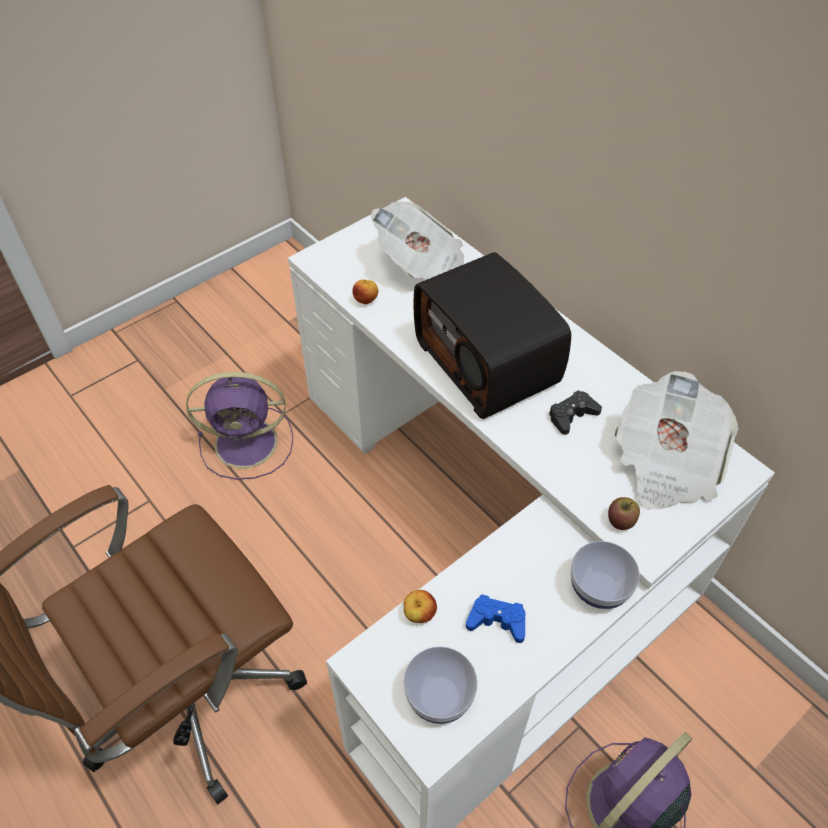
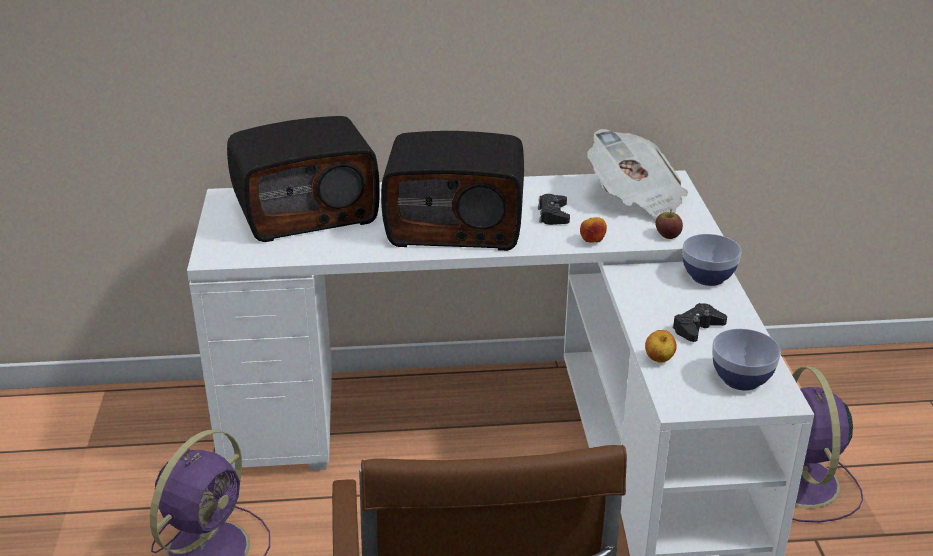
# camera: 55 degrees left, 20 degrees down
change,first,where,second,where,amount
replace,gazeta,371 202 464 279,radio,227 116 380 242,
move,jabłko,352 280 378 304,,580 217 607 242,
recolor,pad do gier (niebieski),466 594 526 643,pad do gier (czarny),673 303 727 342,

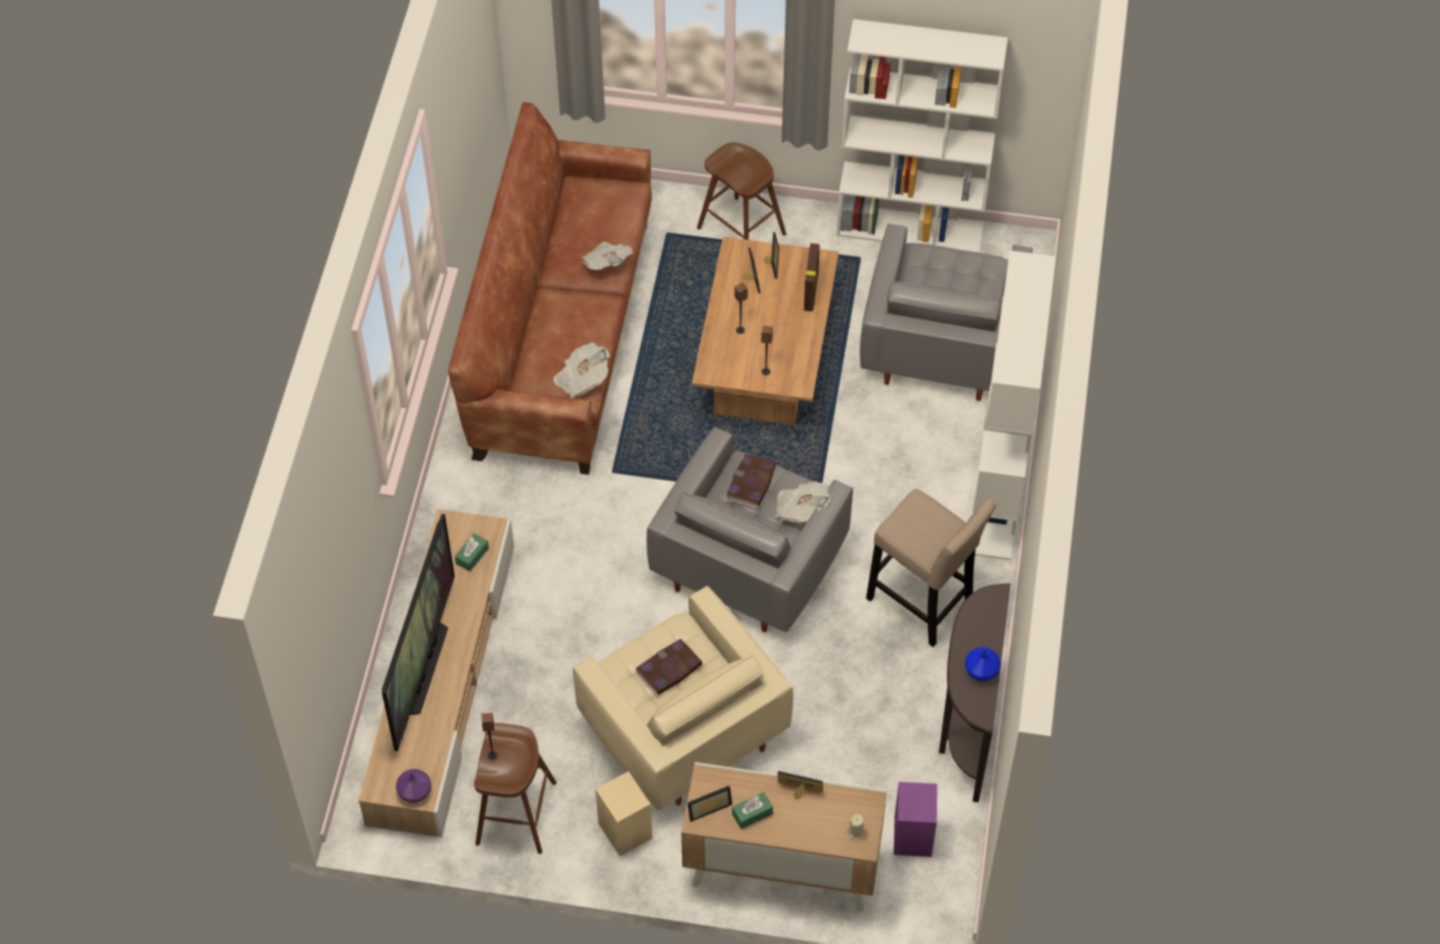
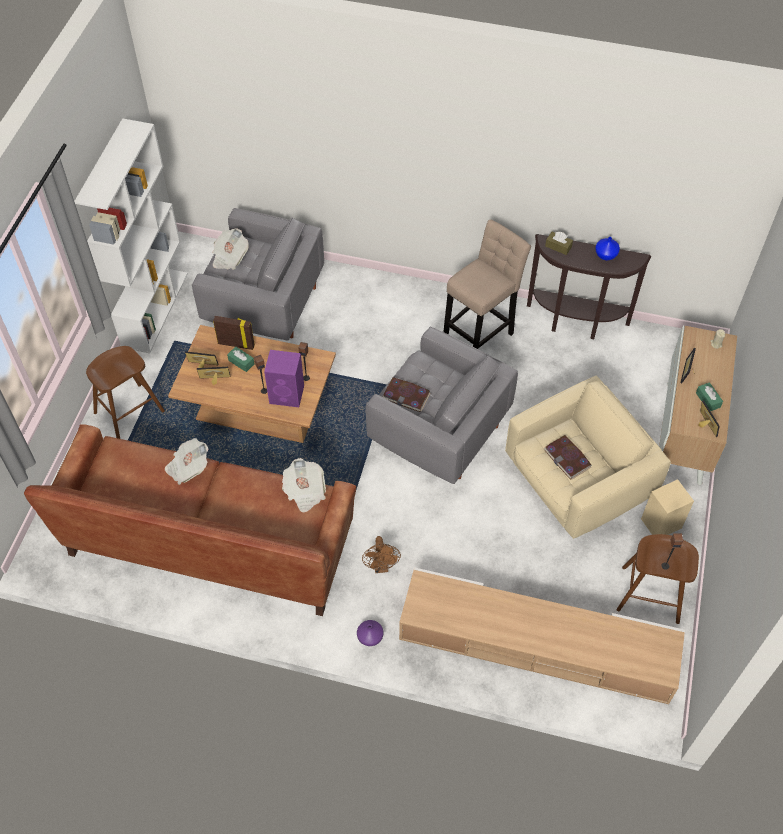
# camera: 85 degrees left, 0 degrees up
change,first,where,second,where,amount
delete,regał (biały),972 251 1056 560,,,
move,gazeta,775 481 830 523,,212 228 249 270,
delete,telewizor,382 514 455 751,,,
move,pudełko chusteczek (zielony),455 533 489 572,,227 347 255 372,
move,wazon (fioletowy),396 769 431 803,,357 620 383 646,
move,głośnik (fioletowy),894 782 937 857,,264 350 304 407,
insert,,,pudełko chusteczek (brązowy),545 232 573 255,
insert,,,wentylator (brązowy),362 536 401 573,

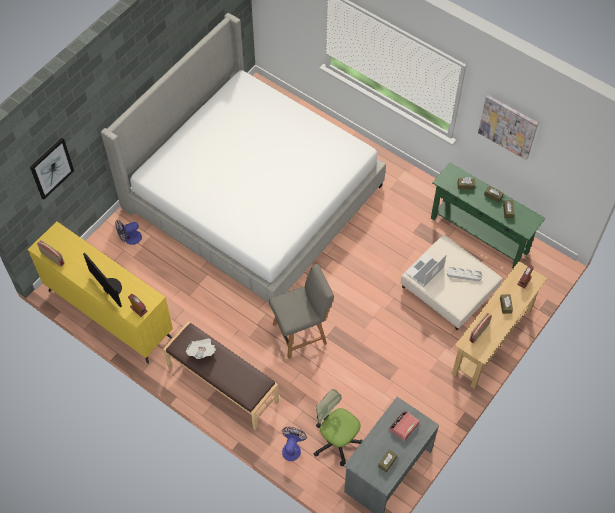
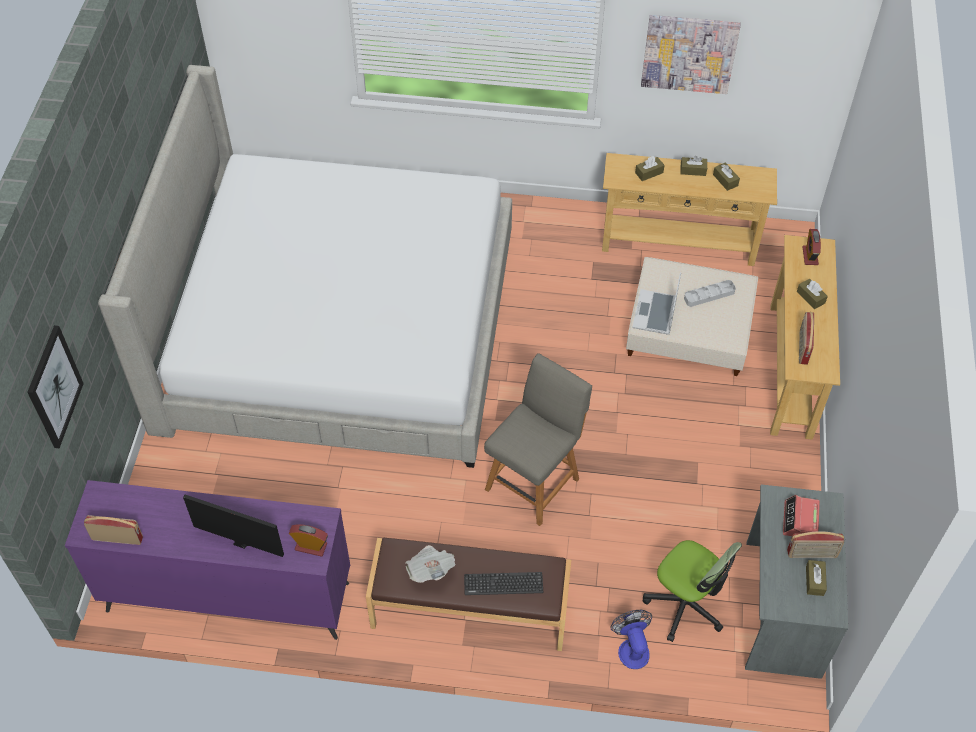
# camera: 30 degrees left, 5 degrees down
change,first,where,second,where,amount
recolor,stolik konsolowy (zielony),431 162 546 268,stolik konsolowy (beżowy),602 153 777 266,
delete,wentylator,115 220 142 245,,,
recolor,komoda (żółty),27 221 173 364,komoda (fioletowy),65 480 350 640,
rotate,krzesło biurowe,313 389 363 466,,642 540 742 642,150 degrees counterclockwise
insert,,,radio,787 531 844 558,
insert,,,klawiatura,464 572 543 595,

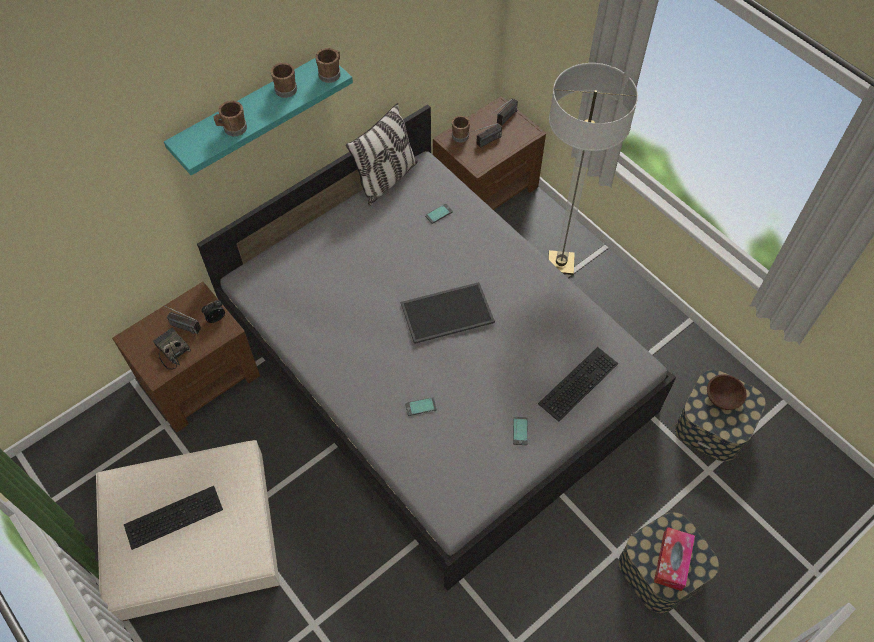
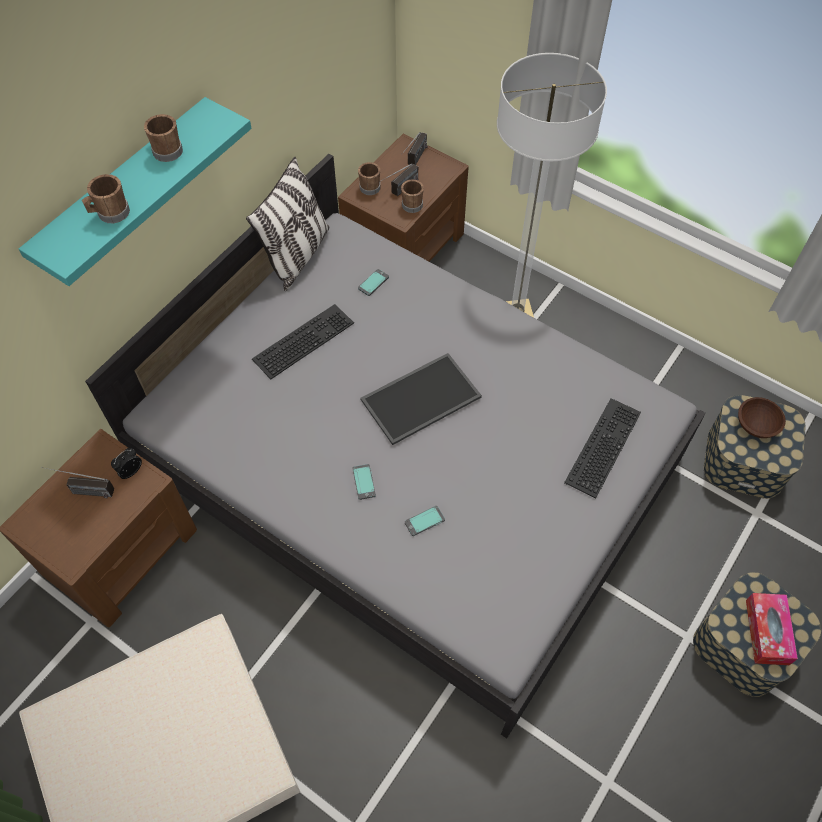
# camera: 15 degrees left, 0 degrees up
change,first,where,second,where,amount
move,kubek (brązowy),315 48 340 83,,401 180 424 213,
delete,radio,153 328 191 370,,,
move,telefon,513 417 528 445,,352 464 376 500,
move,klawiatura,124 486 223 550,,252 304 354 379,

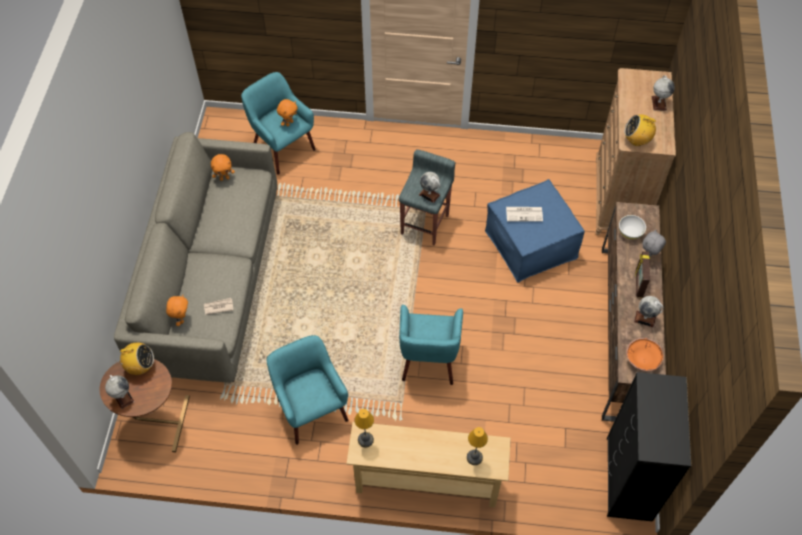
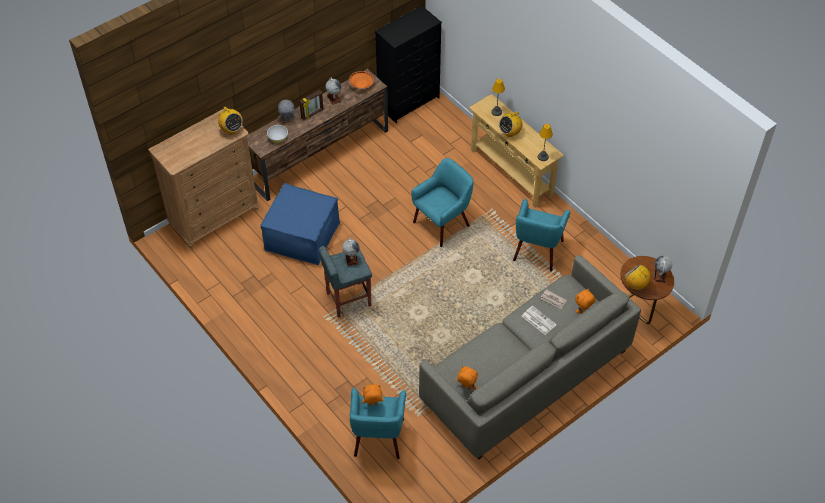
# camera: 135 degrees left, 5 degrees down
change,first,where,second,where,amount
delete,globus,652 75 675 111,,,
move,gazeta,506 207 543 222,,522 306 557 335,
insert,,,radio,499 112 522 137,

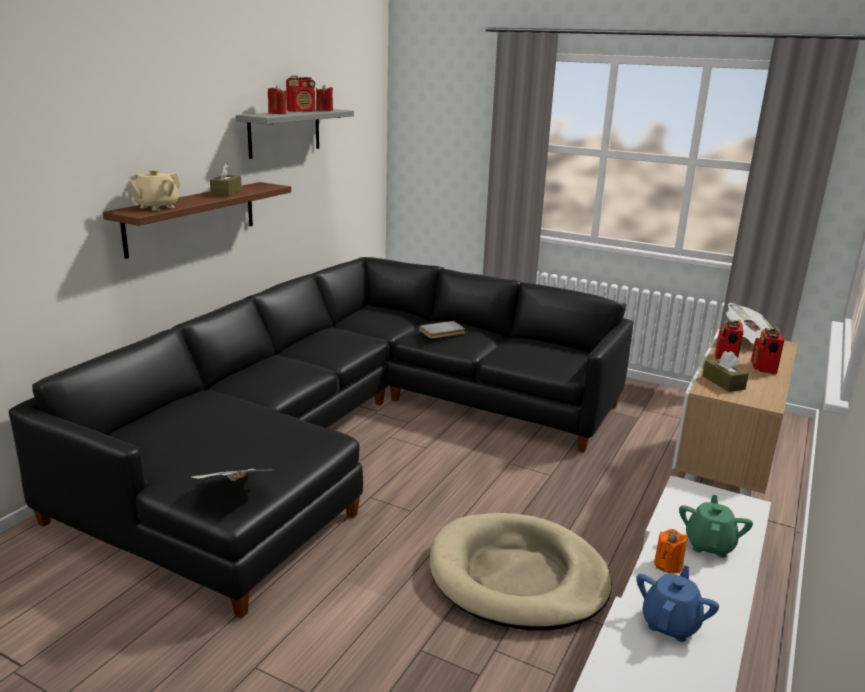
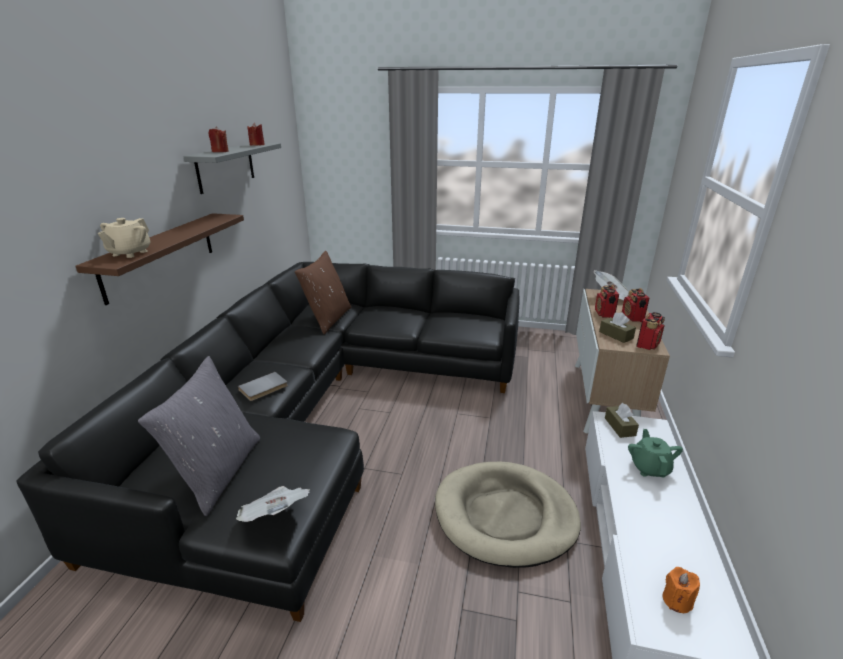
# camera: 15 degrees left, 5 degrees up
change,first,where,second,where,amount
move,radio,286 75 315 112,,636 312 665 350,
move,pudełko chusteczek (brązowy),210 163 242 197,,605 403 639 438,
move,książka (szary),419 321 465 339,,238 372 288 401,
move,świeca (pomarańczowy),654 529 688 574,,662 567 700 613,
delete,imbryk (niebieski),636 565 719 642,,,
insert,,,poduszka (brązowy),295 251 351 335,
insert,,,poduszka (szary),138 356 260 516,

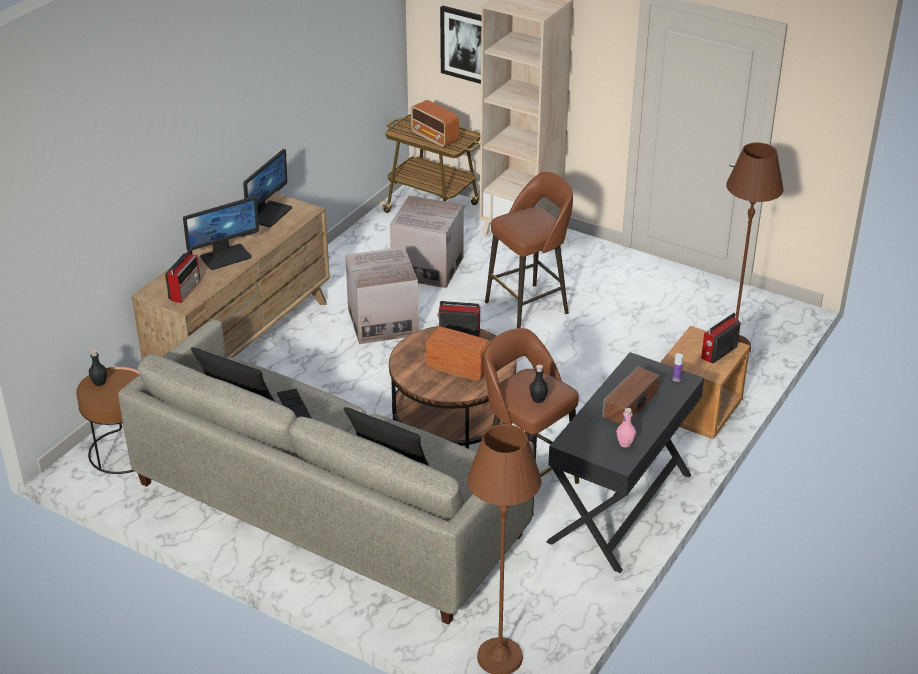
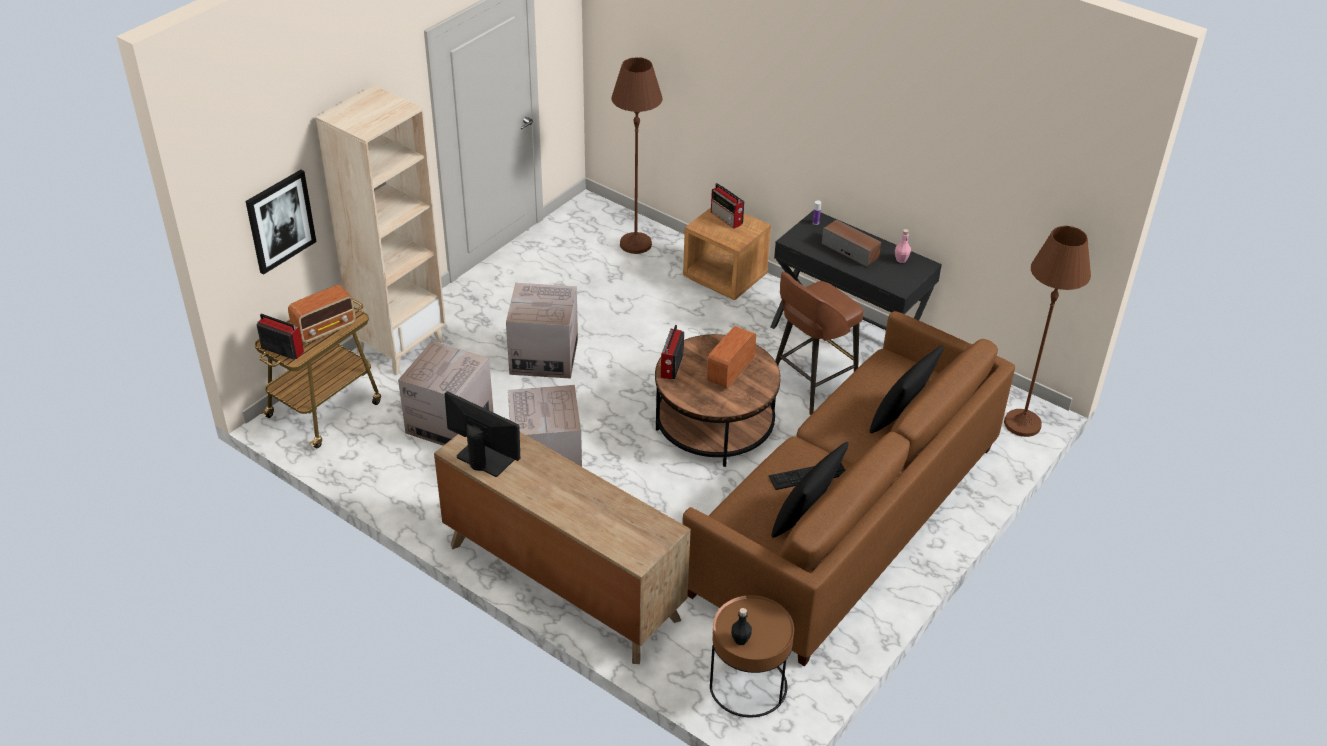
# camera: 85 degrees left, 5 degrees up
change,first,where,second,where,amount
replace,stołek (brązowy),485 172 573 328,karton,506 283 578 379,
delete,monitor,183 196 259 270,,,
move,radio,165 249 200 303,,257 313 304 360,
recolor,kanapa (szary),118 319 534 625,kanapa (brązowy),682 311 1015 666,
delete,butelka (czarny),529 365 548 403,,,

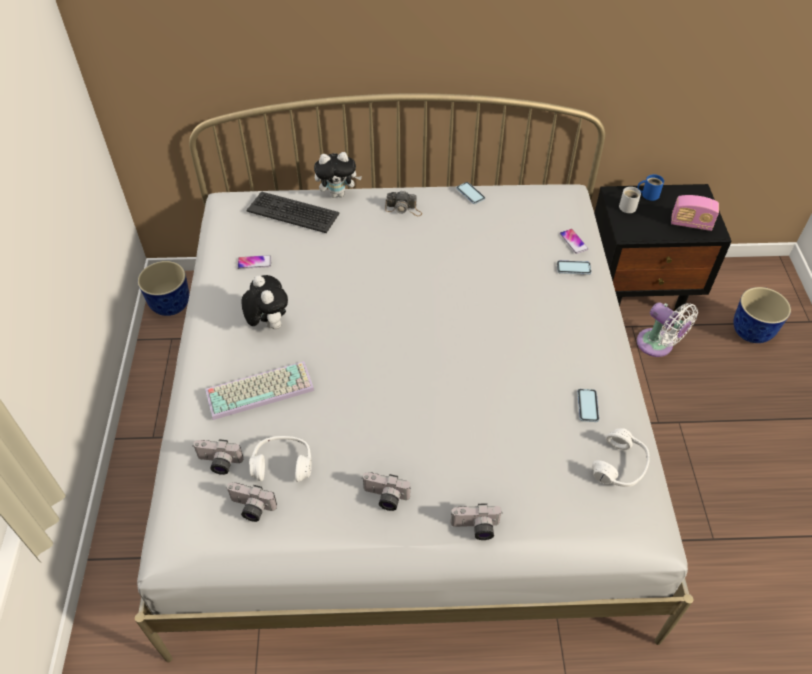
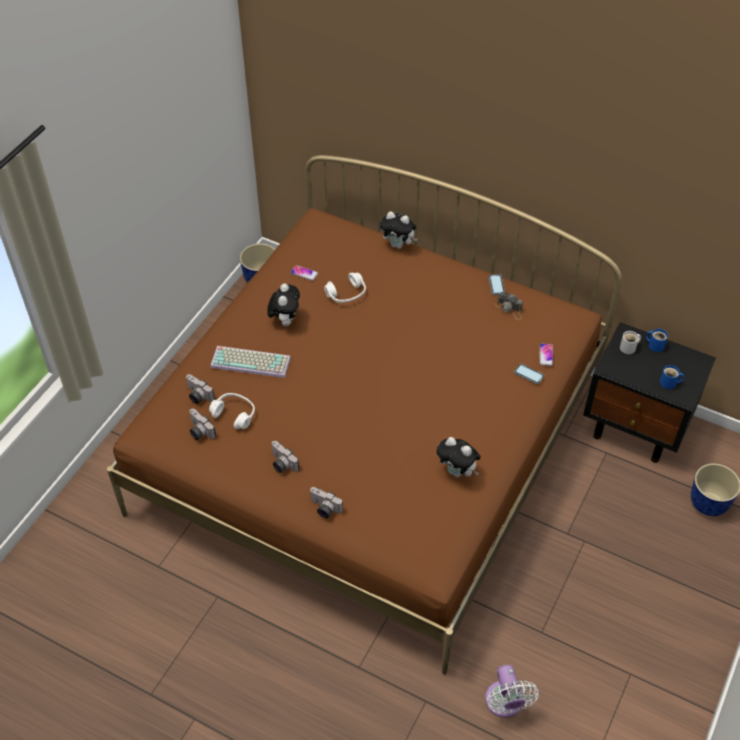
# camera: 30 degrees right, 0 degrees up
change,first,where,second,where,amount
recolor,łóżko (biały),135 93 694 662,łóżko (brązowy),107 155 622 675,
delete,klawiatura,246 191 340 233,,,
move,aparat fotograficzny,385 191 422 216,,495 292 523 320,
replace,radio,671 195 719 231,kubek (niebieski),660 365 684 389,
move,wentylator (biały),637 302 698 357,,485 665 539 718,
replace,telefon,577 389 599 422,pluszak,436 437 481 478,
move,słuchawki (biały),592 428 649 487,,324 273 366 303,

